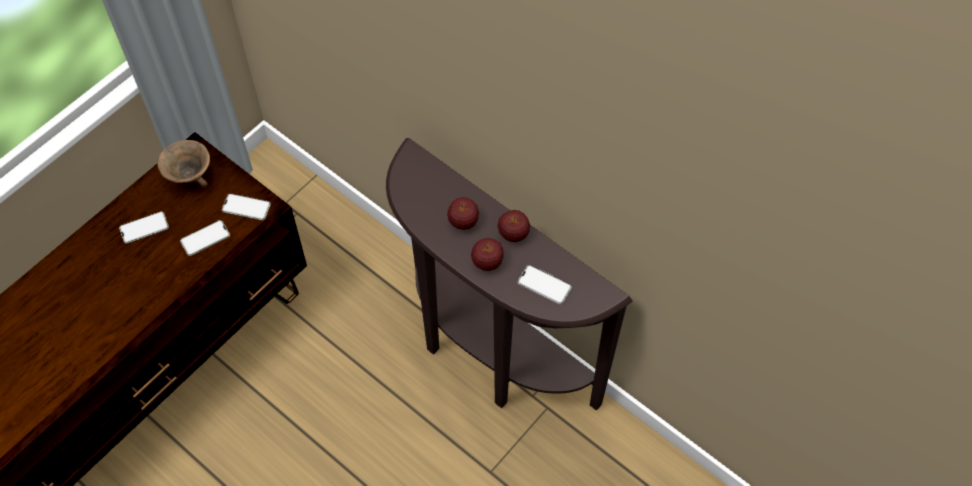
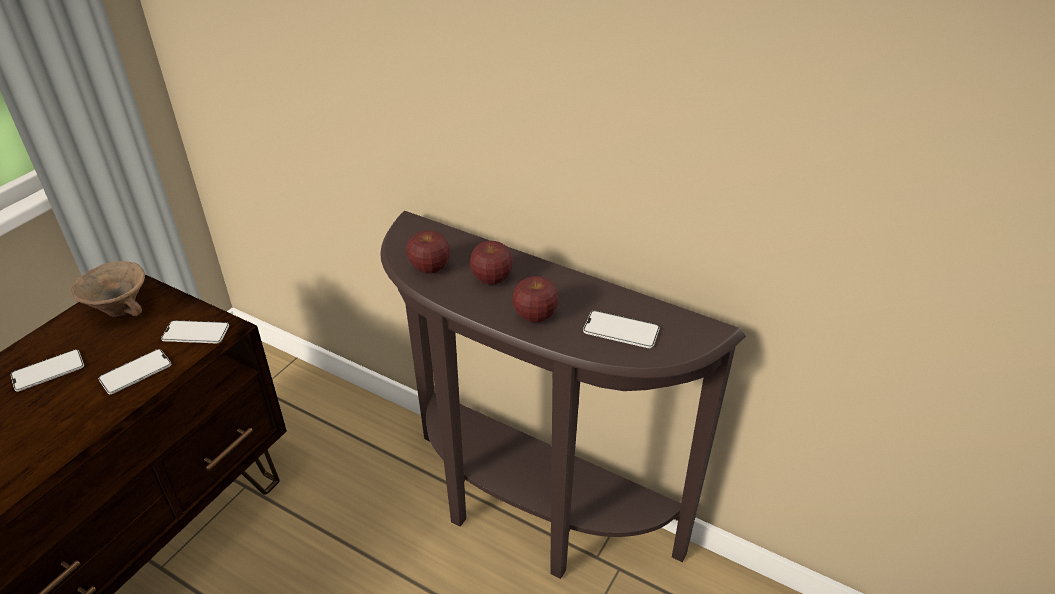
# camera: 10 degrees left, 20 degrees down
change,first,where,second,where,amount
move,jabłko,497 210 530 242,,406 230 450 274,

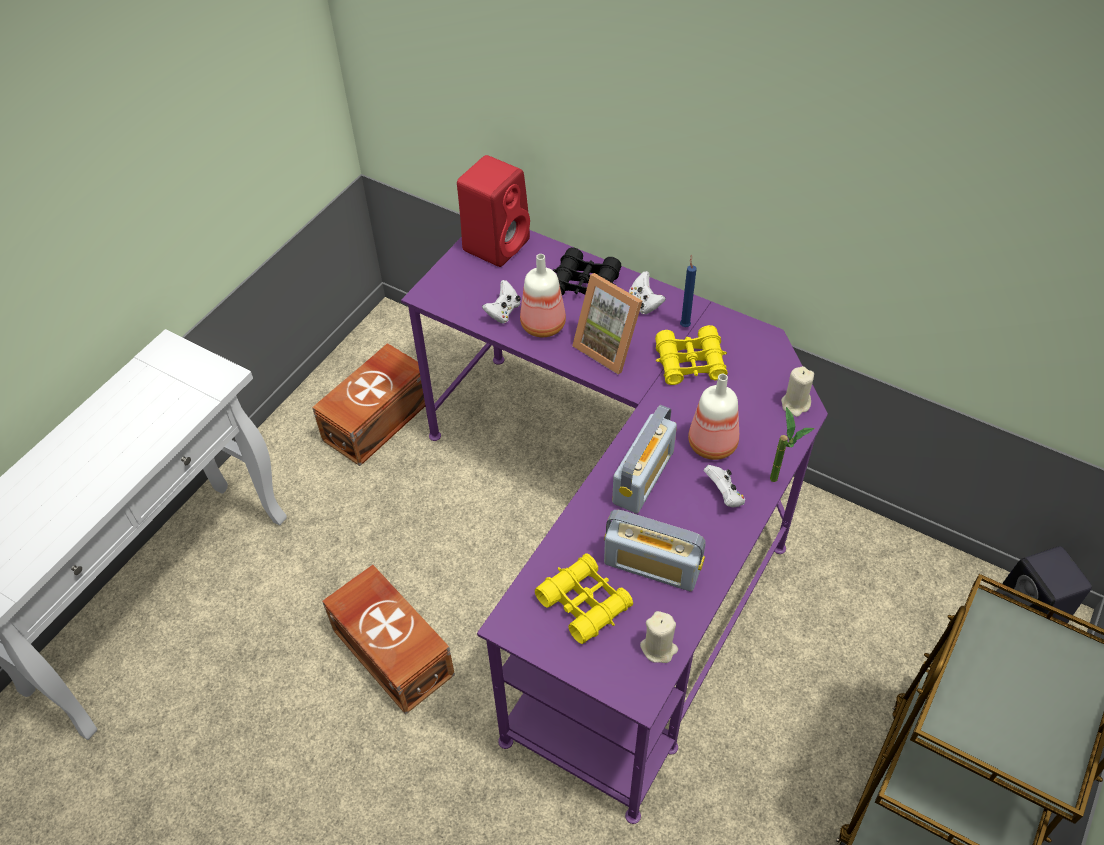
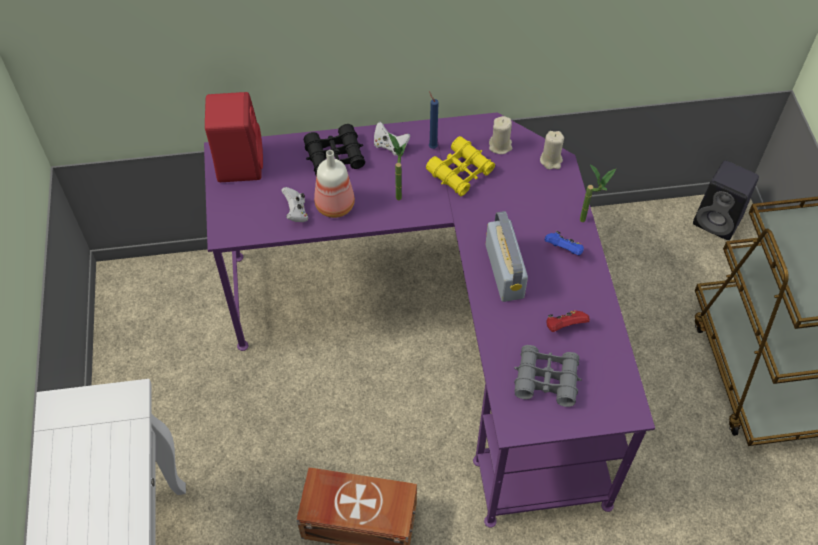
# camera: 40 degrees left, 5 degrees up
change,first,where,second,where,amount
replace,ramka na zdjęcie,572 273 642 374,roślina doniczkowa,388 133 406 201,
delete,pojemnik do przechowywania (brązowy),312 343 425 466,,,
delete,butelka,688 374 739 460,,,
recolor,pad do gier (biały),704 465 745 508,pad do gier (niebieski),544 231 584 255,
replace,radio,604 510 706 592,pad do gier (czerwony),546 310 590 332,
recolor,lornetka (żółty),535 553 633 644,lornetka (szary),514 345 582 407,
move,świeca (beżowy),640 611 678 663,,489 116 512 154,

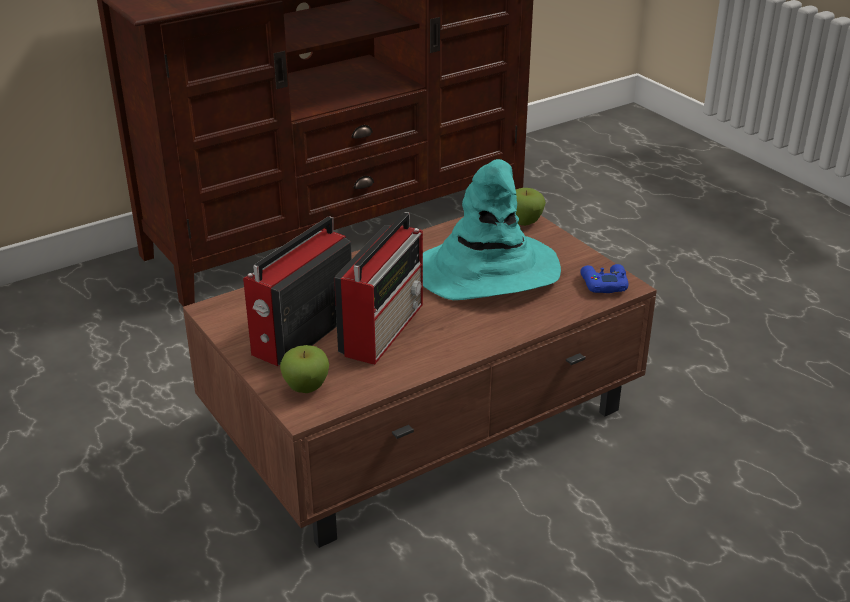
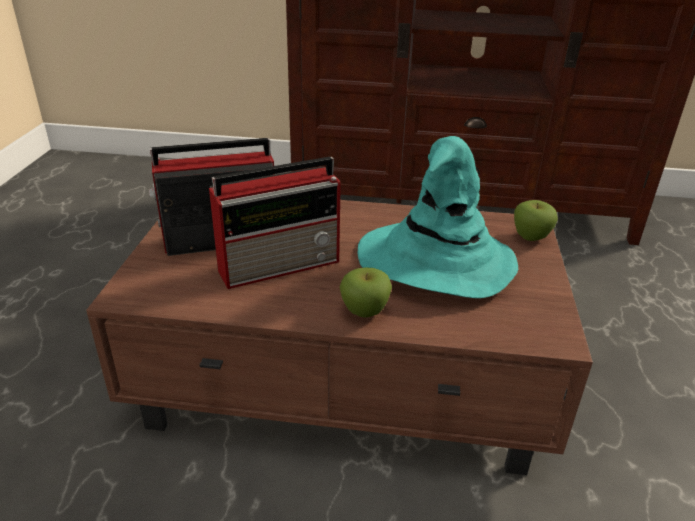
# camera: 40 degrees right, 0 degrees up
change,first,where,second,where,amount
delete,pad do gier (niebieski),580 264 628 293,,,
move,jabłko,280 345 329 393,,340 267 392 318,

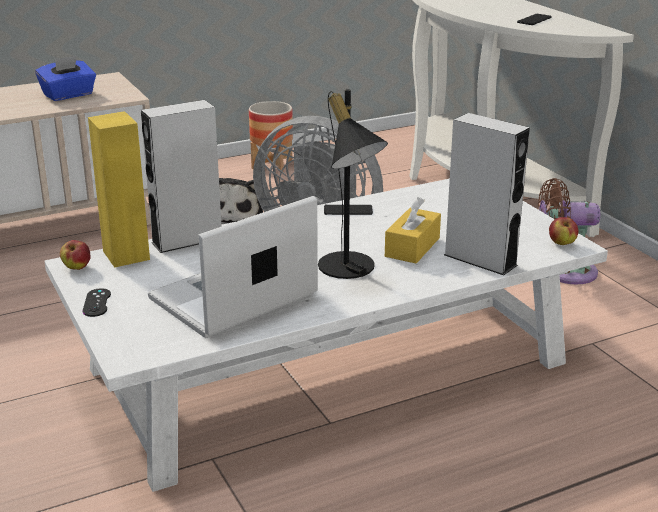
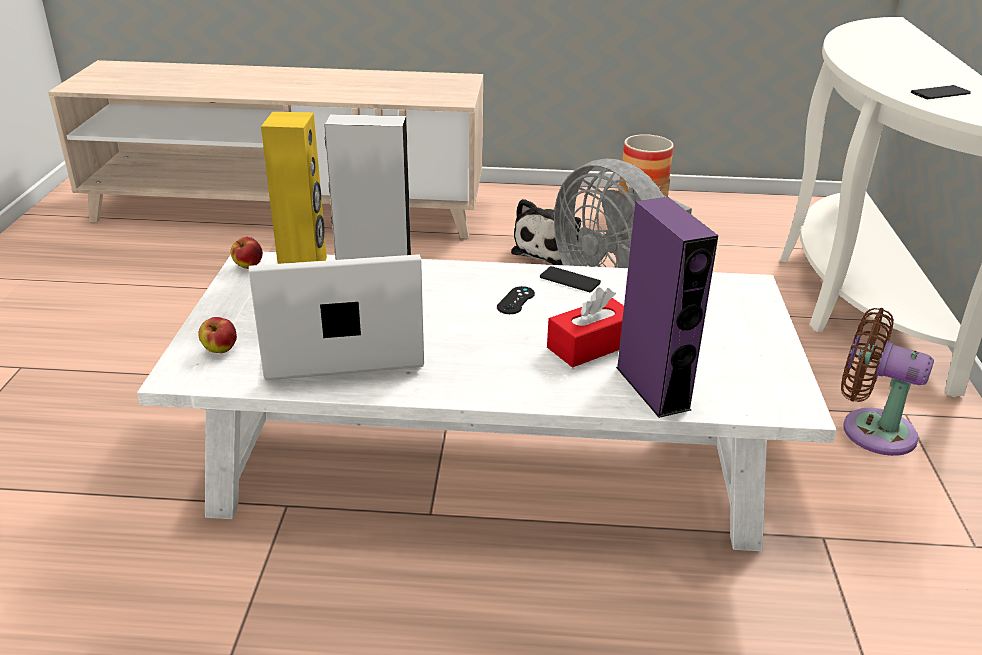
# camera: 30 degrees right, 5 degrees up
change,first,where,second,where,amount
delete,pudełko chusteczek (niebieski),35 56 96 101,,,
delete,lampa stołowa (czarny),318 89 388 279,,,
recolor,głośnik (szary),444 113 530 275,głośnik (fioletowy),616 197 718 418,
recolor,pudełko chusteczek (żółty),385 197 441 263,pudełko chusteczek (czerwony),547 288 624 368,
move,jabłko,549 217 578 245,,198 317 237 353,
move,pad do gier (czarny),83 288 111 317,,497 286 535 314,

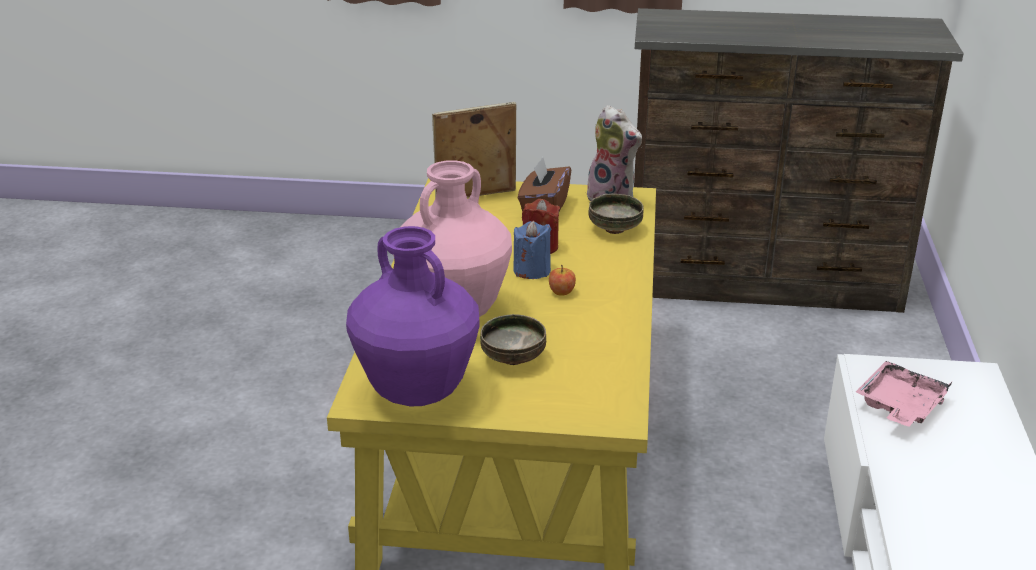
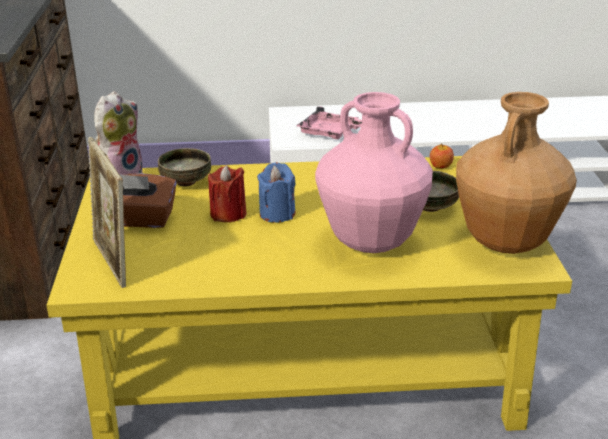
# camera: 100 degrees left, 0 degrees up
change,first,where,second,where,amount
recolor,wazon (fioletowy),346 226 479 407,wazon (brązowy),456 92 577 254,
move,jabłko,549 265 576 296,,430 143 454 169,

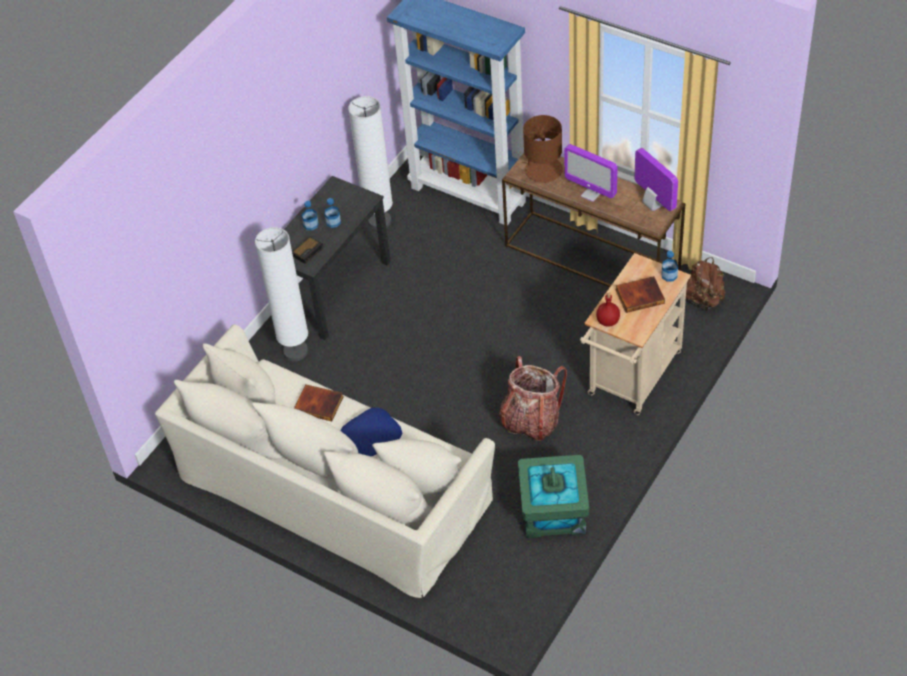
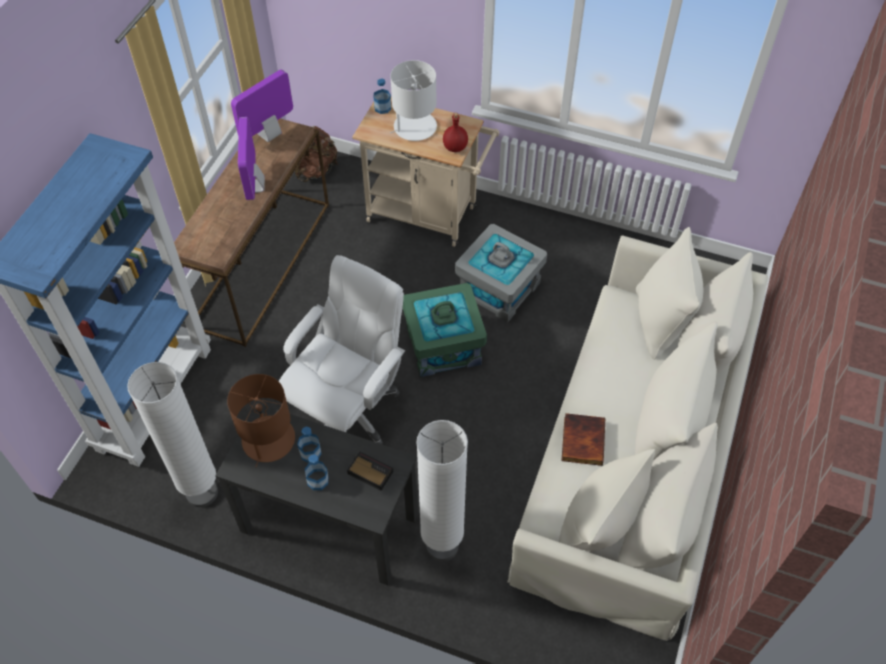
# camera: 105 degrees left, 5 degrees up
change,first,where,second,where,amount
move,lampa stołowa (brązowy),522 115 563 183,,227 374 295 467,
rotate,monitor,564 144 617 202,,238 117 265 200,150 degrees clockwise
replace,książka,616 276 665 313,lampa stołowa (biały),390 60 437 141,
replace,plecak,499 356 567 441,pojemnik do przechowywania (szary),455 224 547 323,
delete,poduszka (niebieski),341 408 402 456,,,
move,pojemnik do przechowywania (zielony),518 455 589 538,,403 283 487 377,
insert,,,krzesło biurowe (biały),279 255 405 444,

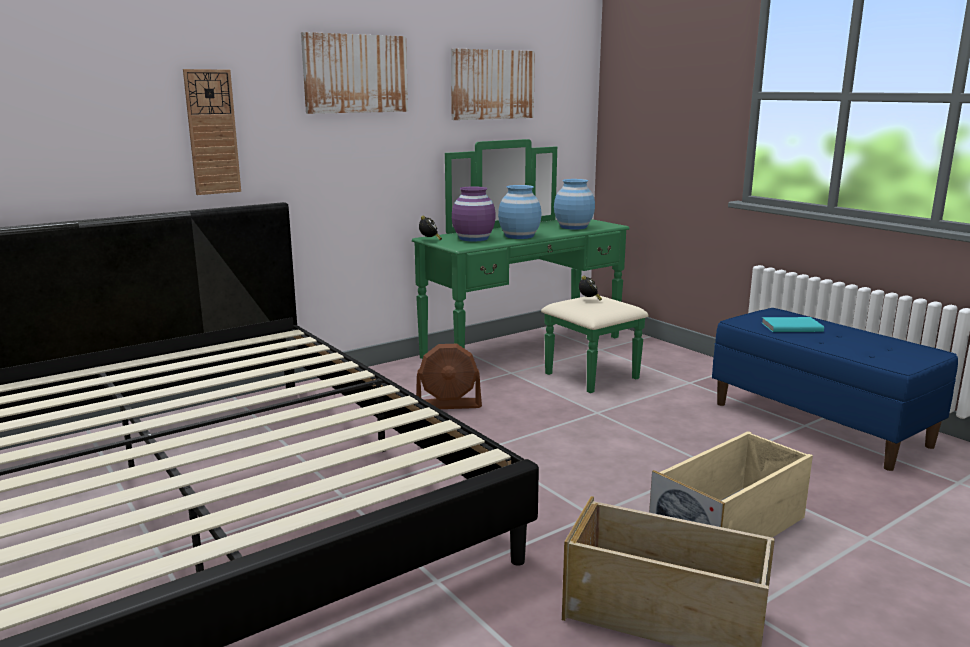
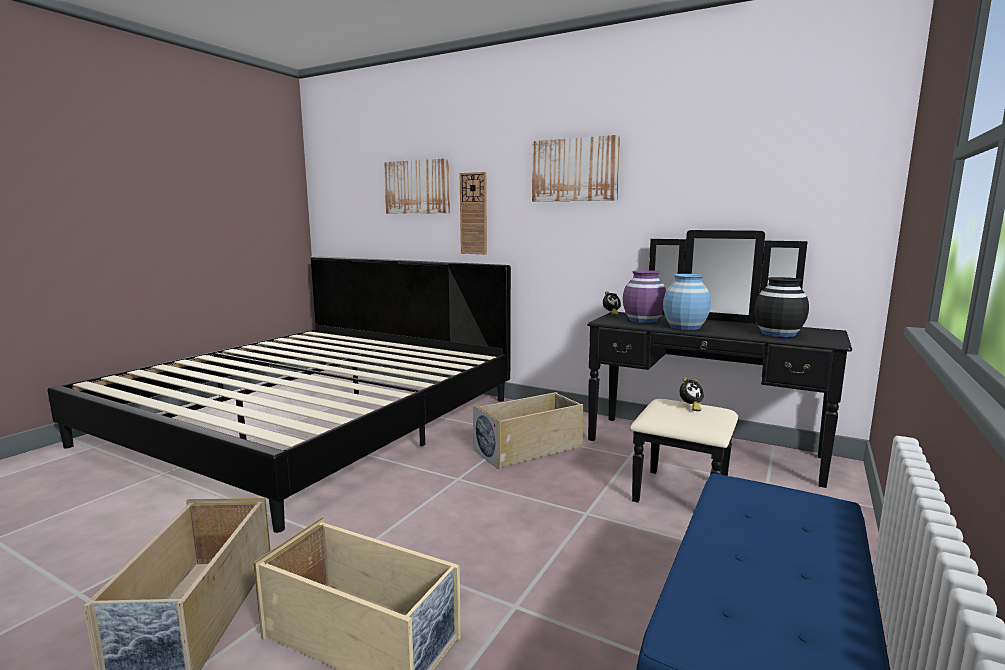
# camera: 65 degrees right, 5 degrees down
change,first,where,second,where,amount
move,obraz,451 48 535 120,,384 158 450 214,
recolor,komoda (zielony),412 139 649 393,komoda (czarny),587 230 852 503,
recolor,wazon (niebieski),554 179 595 230,wazon (czarny),754 277 809 337,
delete,książka (turkusowy),762 317 824 332,,,
replace,wentylator (brązowy),416 344 482 409,pojemnik do przechowywania (beżowy),473 392 584 470,

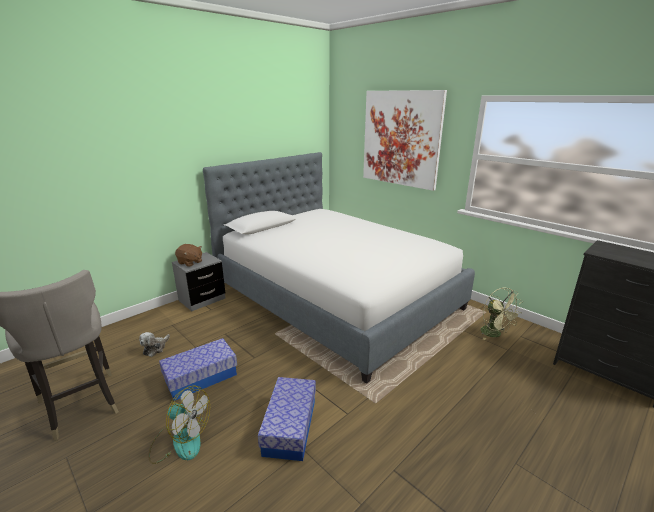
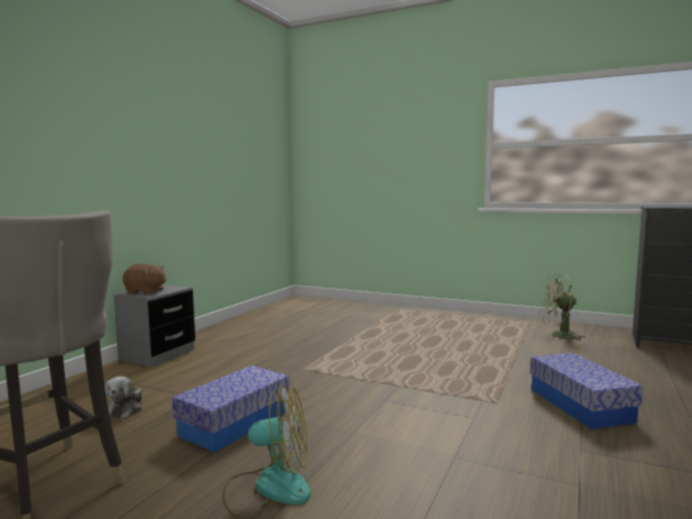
# camera: 20 degrees left, 15 degrees down
change,first,where,second,where,amount
delete,obraz,363 90 447 191,,,
delete,łóżko,203 152 475 384,,,
rotate,wentylator (zielony),480 288 522 340,,539 274 586 341,135 degrees clockwise
move,pojemnik do przechowywania,258 377 316 461,,530 353 643 429,

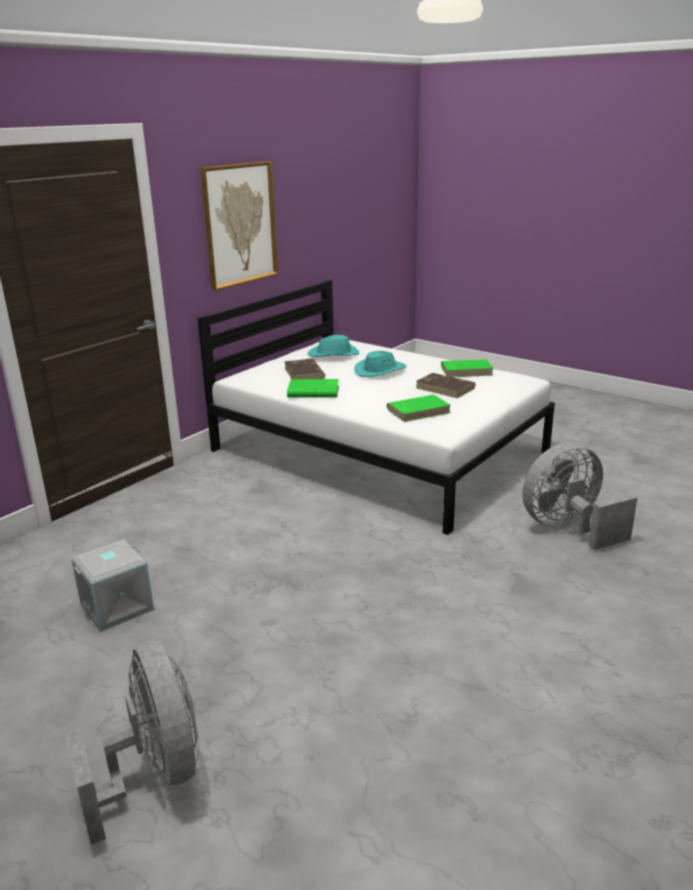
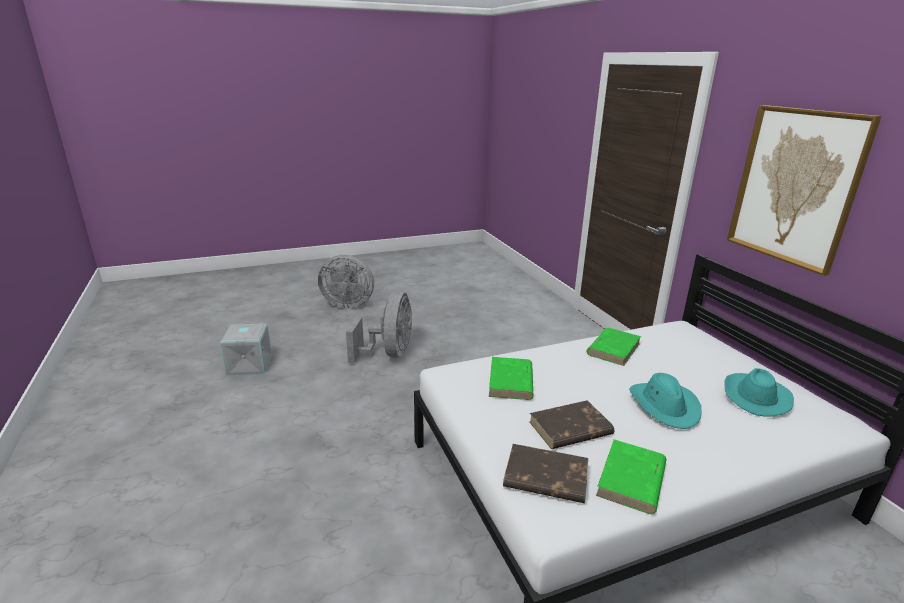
# camera: 120 degrees right, 0 degrees up
change,first,where,second,where,amount
move,książka (brązowy),284 359 325 379,,503 444 588 503,
move,wentylator (szary),523 442 637 550,,346 291 412 363,
move,pojemnik do przechowywania (szary),71 539 154 632,,220 323 272 376,

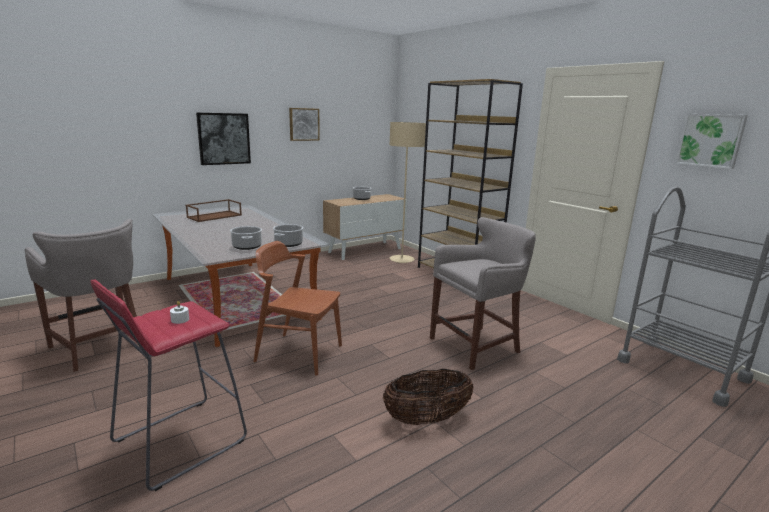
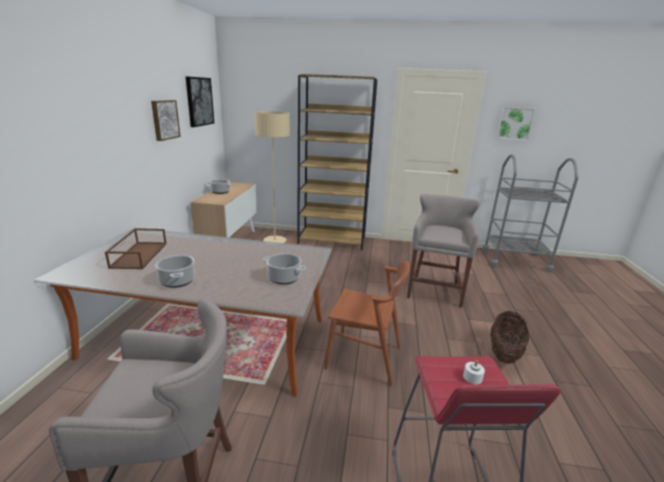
# camera: 45 degrees left, 5 degrees up
change,first,where,second,where,amount
move,obraz,196 112 251 165,,185 76 214 127,
move,garnek,273 224 303 247,,155 255 195 288,
rotate,krzesło (brązowy),253 241 342 376,,324 261 410 386,135 degrees counterclockwise

